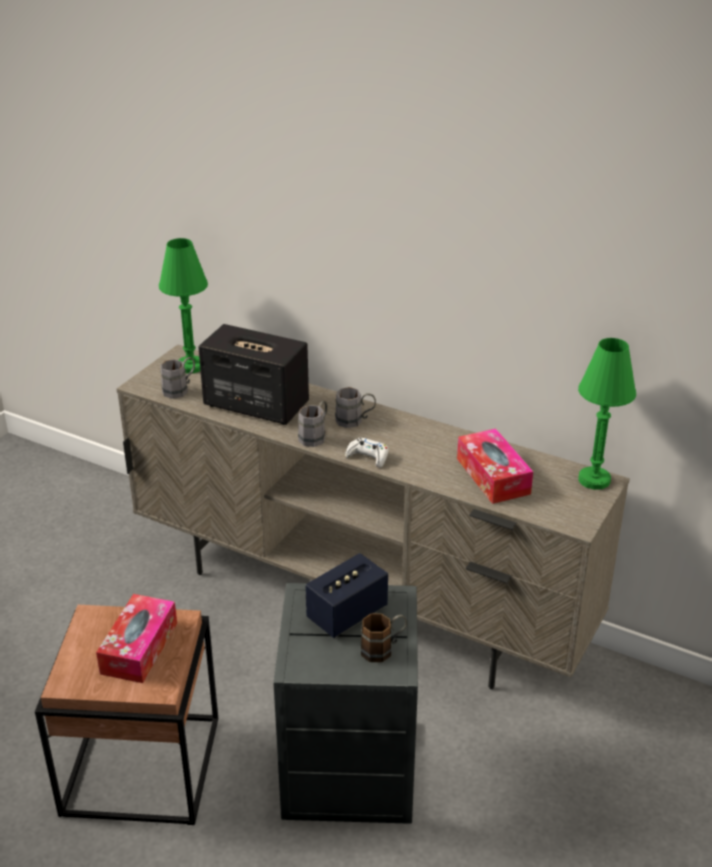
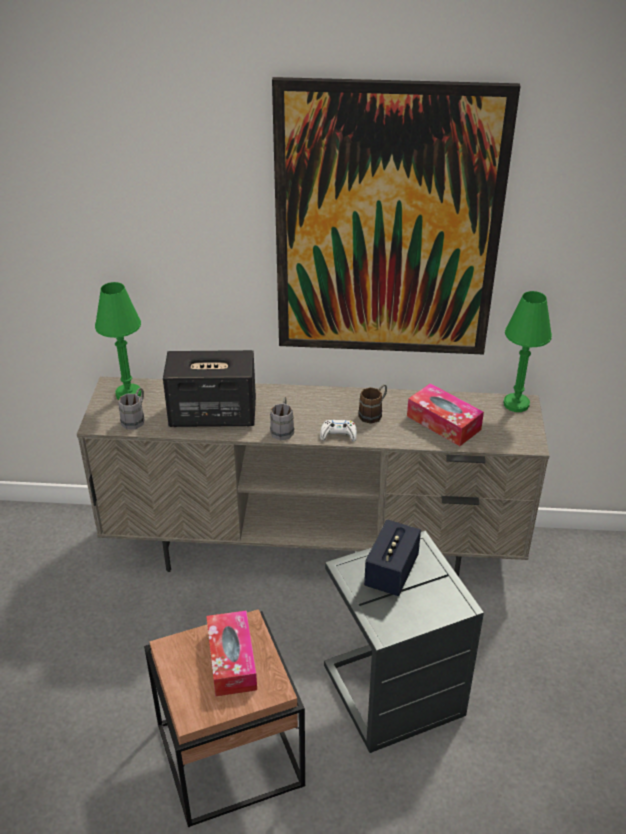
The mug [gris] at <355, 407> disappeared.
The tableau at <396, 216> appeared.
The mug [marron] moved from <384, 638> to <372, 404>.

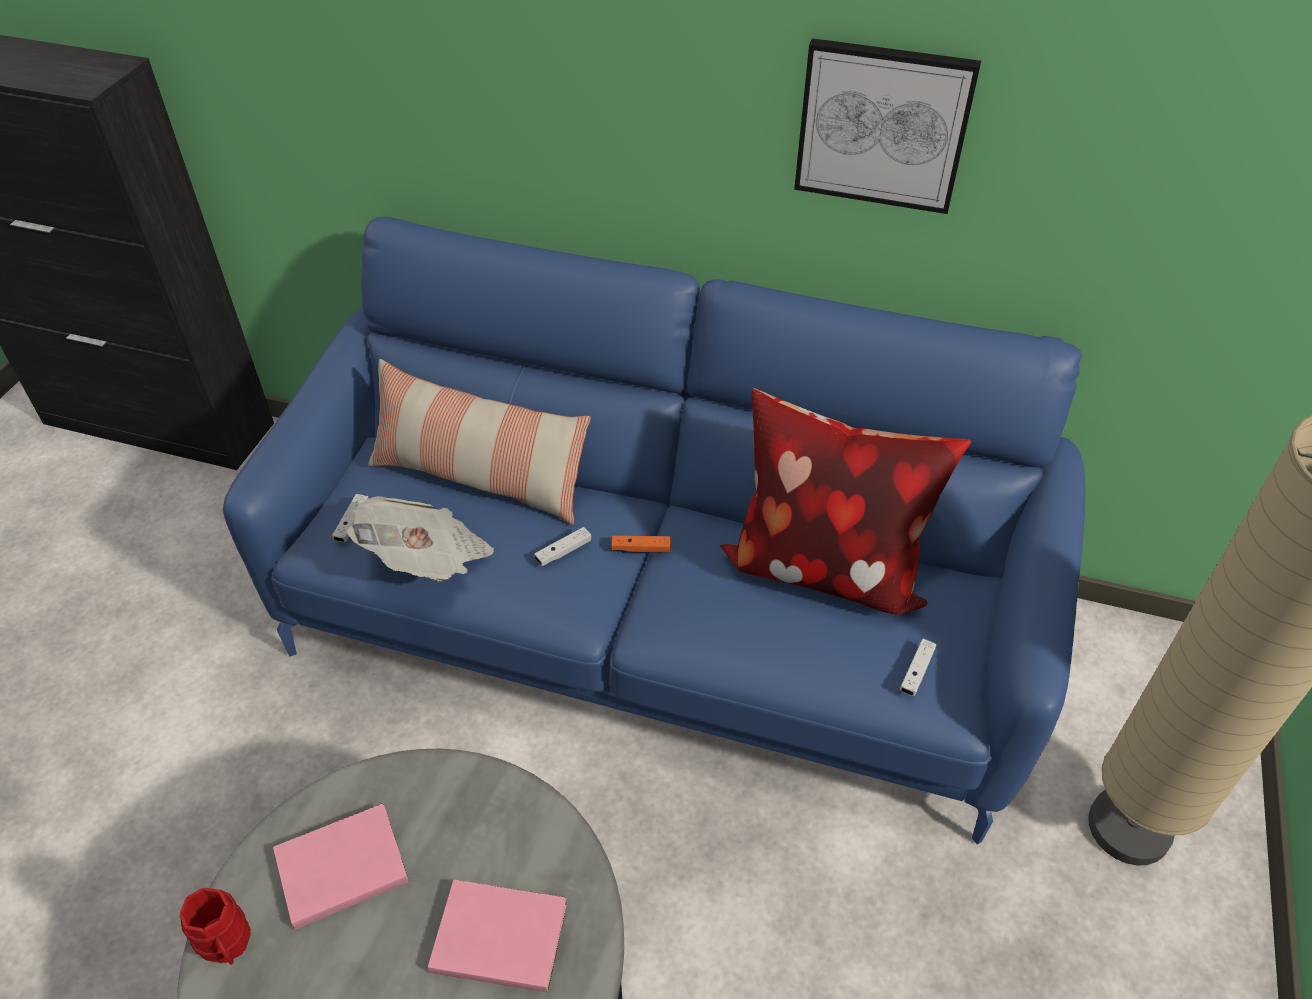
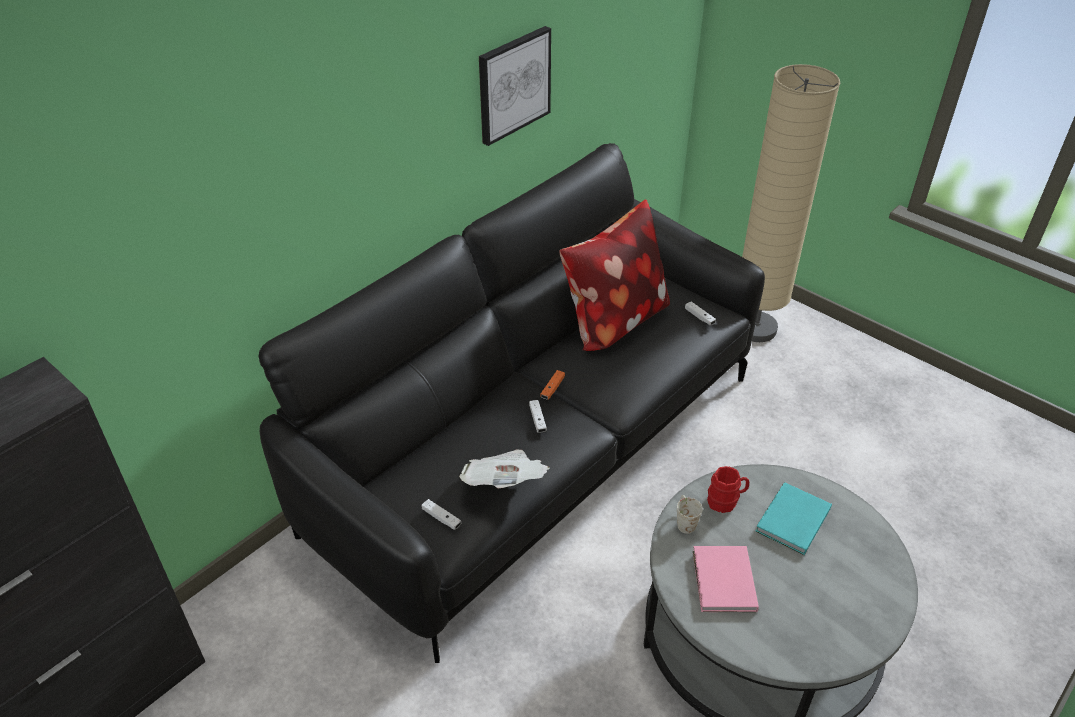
The coussin at <479, 442> disappeared.
The mug [blanc] at <690, 514> appeared.
The mug [rouge] moved from <215, 926> to <728, 489>.
The canapé [bleu] at <654, 531> became the canapé [noir] at <512, 403>.
The livre [rose] at <497, 936> became the livre [turquoise] at <794, 518>.

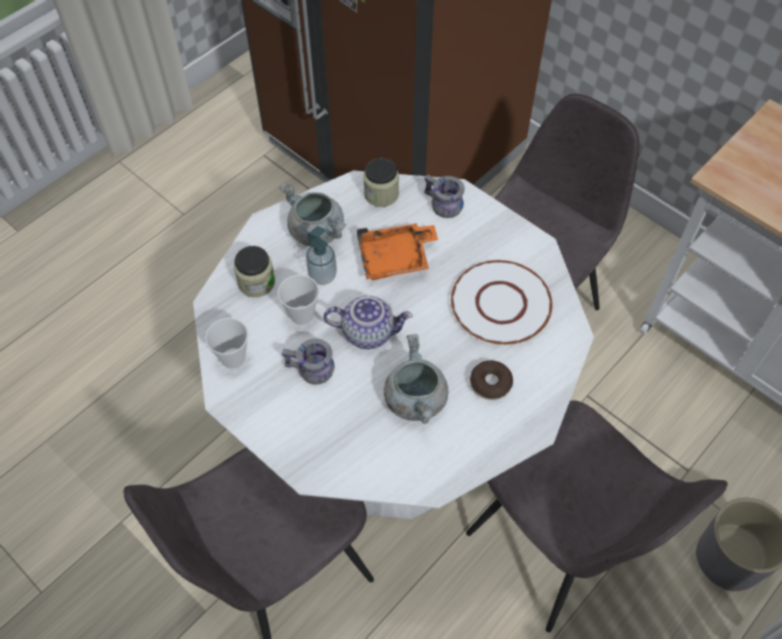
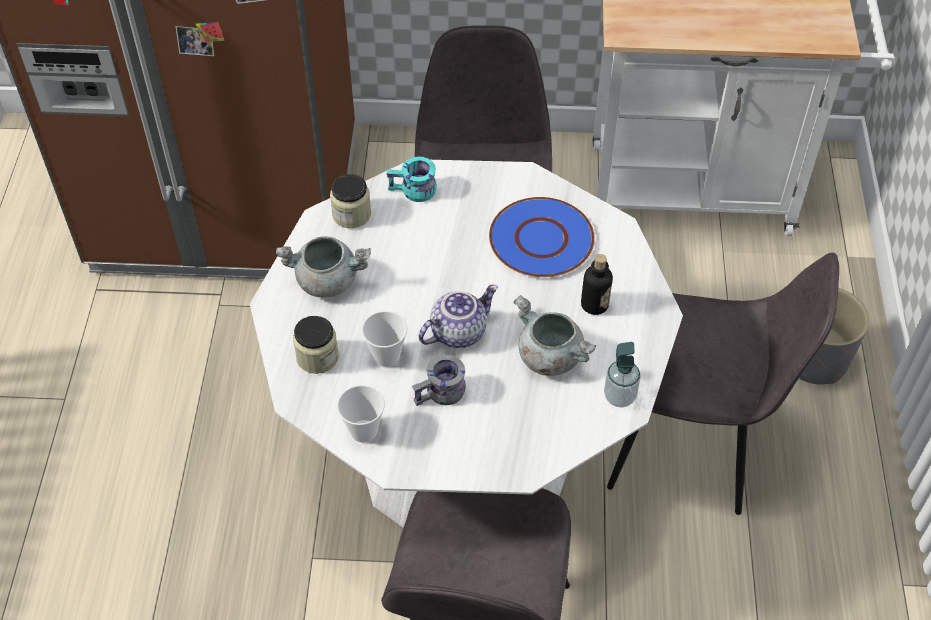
The plateau [orange] at <397, 251> disappeared.
The distributeur de savon moved from <321, 255> to <622, 374>.
The beignet at <491, 380> was replaced by the bouteille at <597, 284>.
The mug [gris] at <444, 196> became the mug [turquoise] at <411, 179>.
The assiette [blanc] at <501, 302> became the assiette [bleu] at <542, 237>.

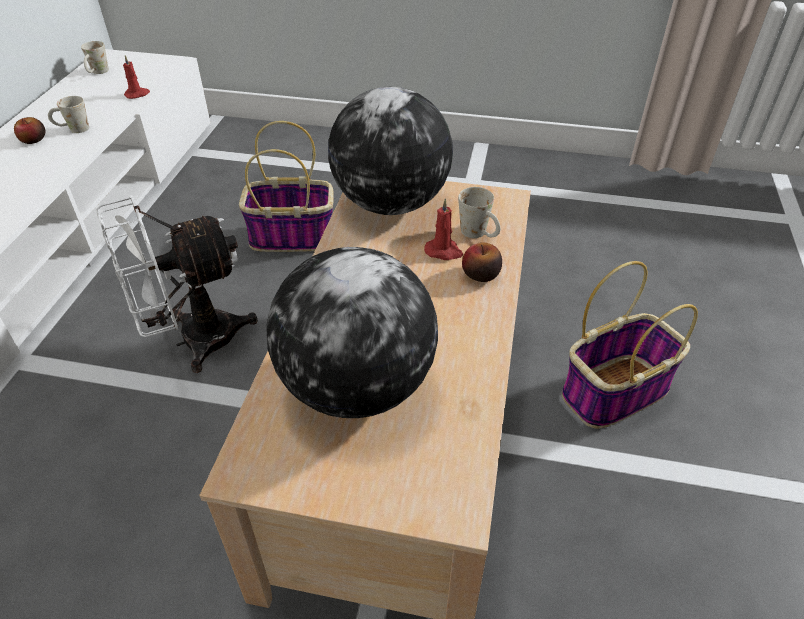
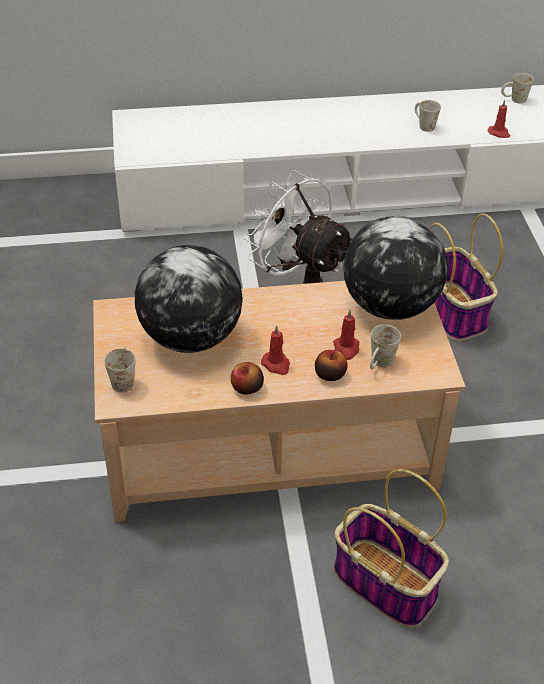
The mug [blanc] at <119, 370> appeared.
The bougie [rouge] at <275, 350> appeared.
The pomme moved from <30, 130> to <247, 378>.

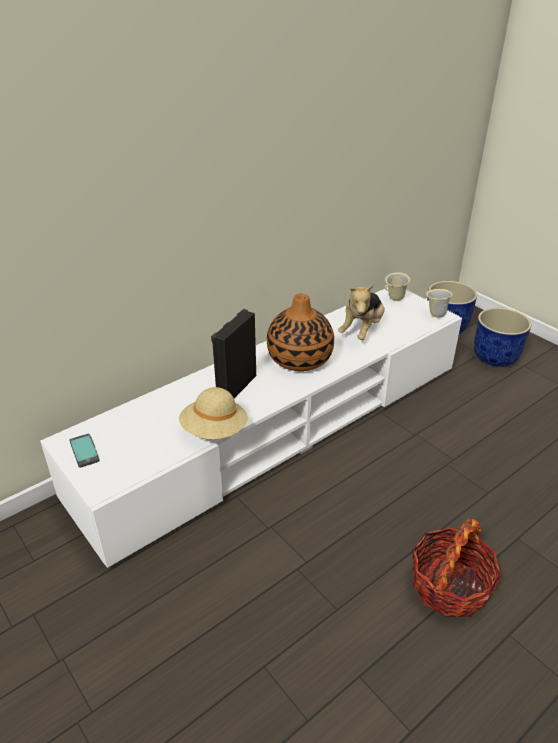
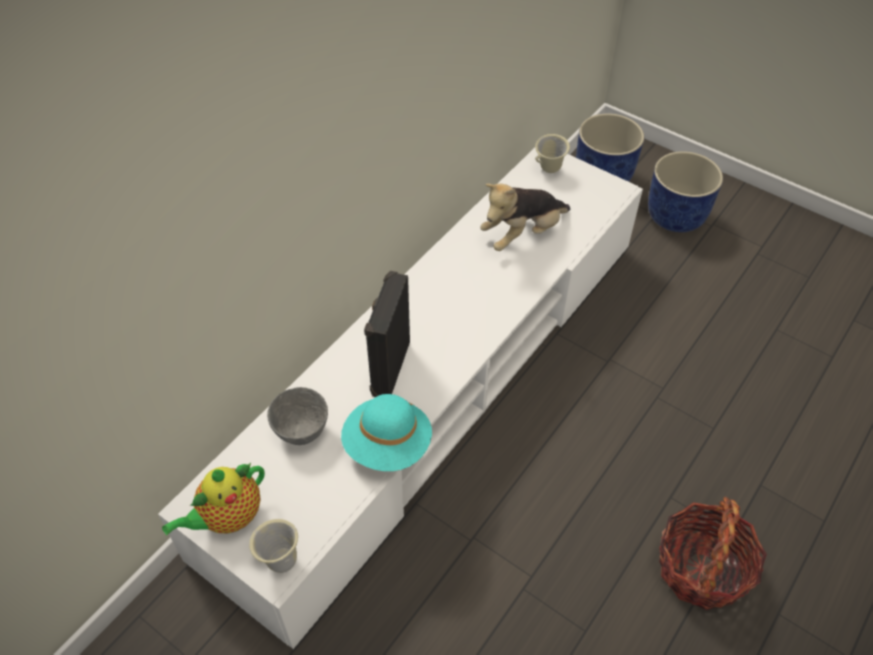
The vase at <300, 332> disappeared.
The bol [gris] at <297, 416> appeared.
The mug [beige] moved from <439, 303> to <273, 546>.
The téléphone at <84, 451> was replaced by the théière at <213, 499>.
The chapeau [beige] at <213, 413> became the chapeau [turquoise] at <386, 432>.
The peluche at <361, 312> turned 45 degrees clockwise.

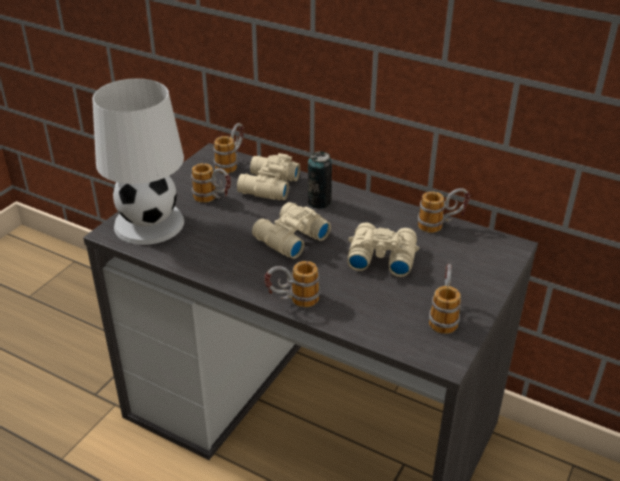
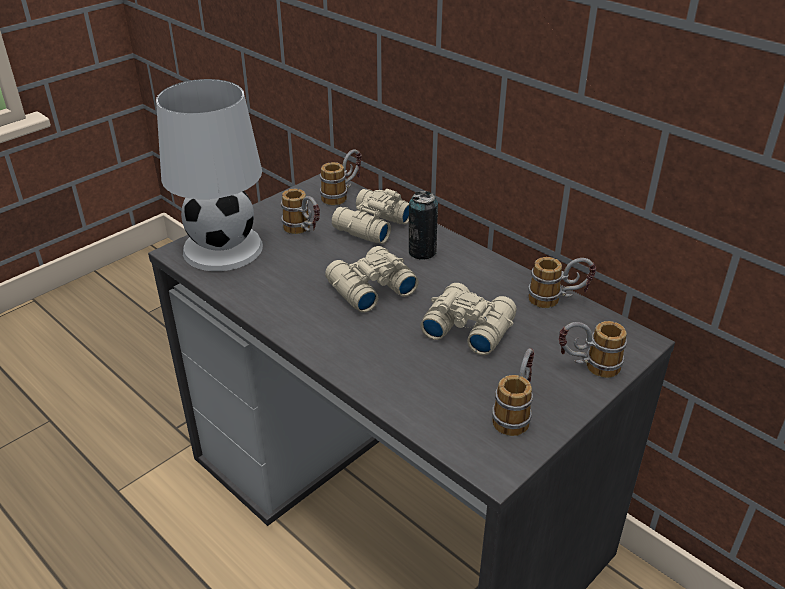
The mug moved from <292, 284> to <593, 349>.

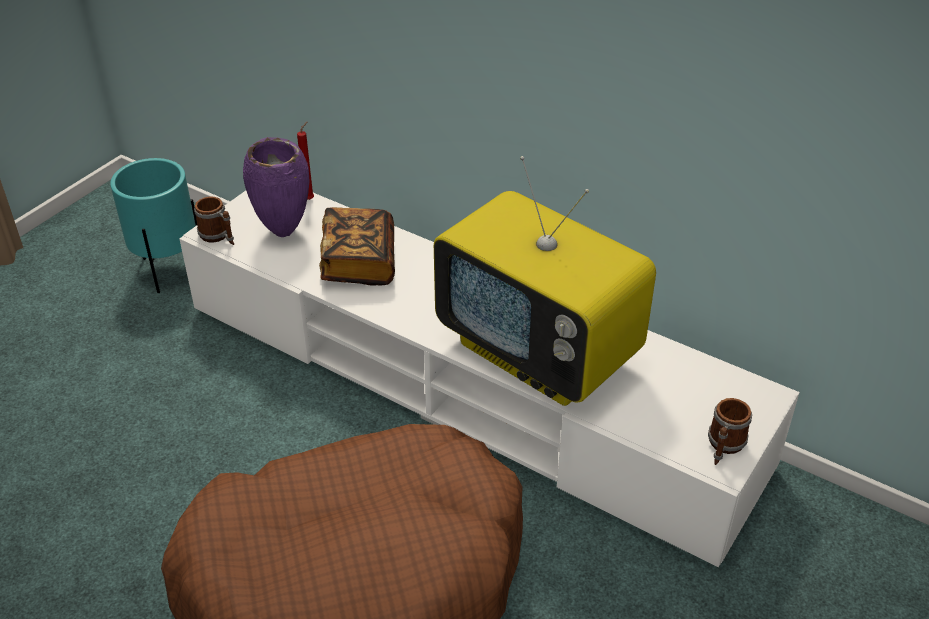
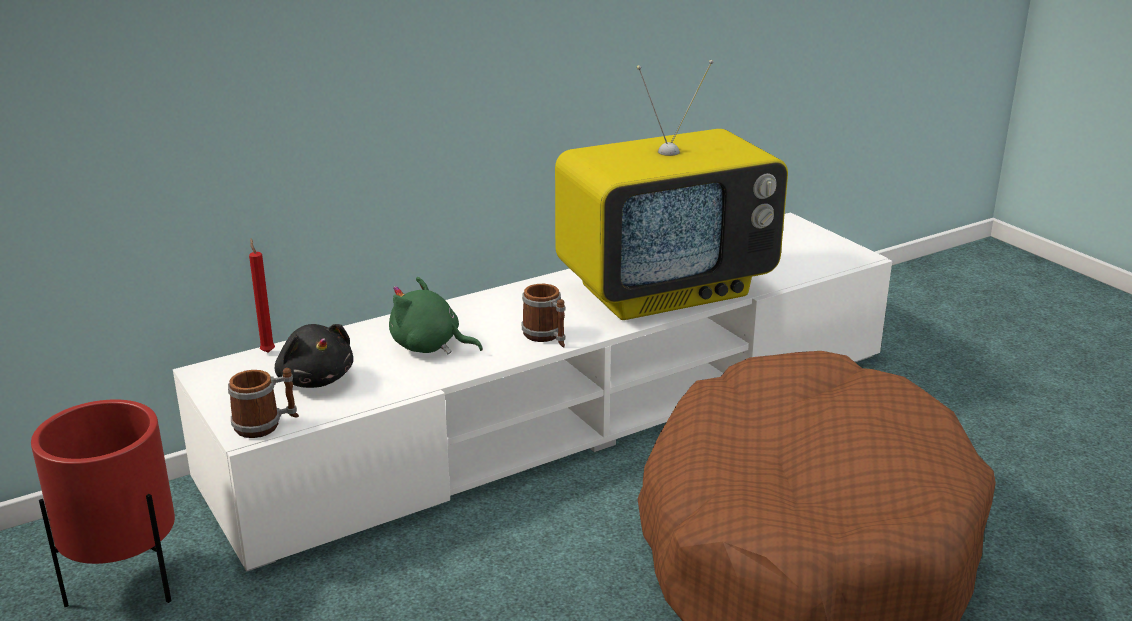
The mug moved from <730, 431> to <543, 315>.
The vase [violet] at <276, 187> was replaced by the peluche [noir] at <314, 356>.
The livre at <357, 246> was replaced by the peluche [vert] at <436, 315>.
The cache-pot [turquoise] at <153, 225> became the cache-pot [rouge] at <103, 503>.

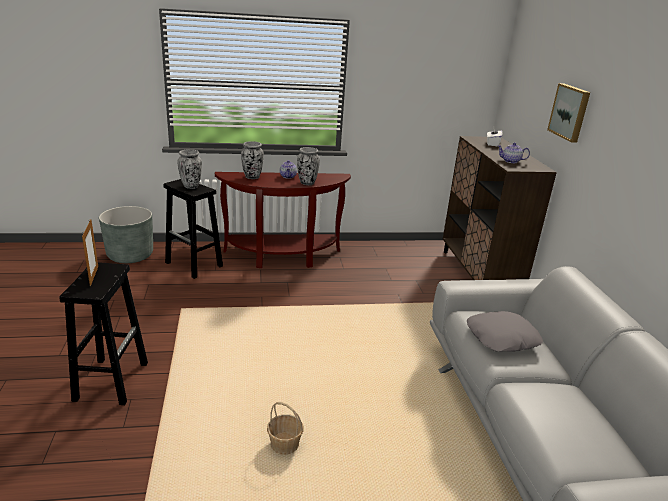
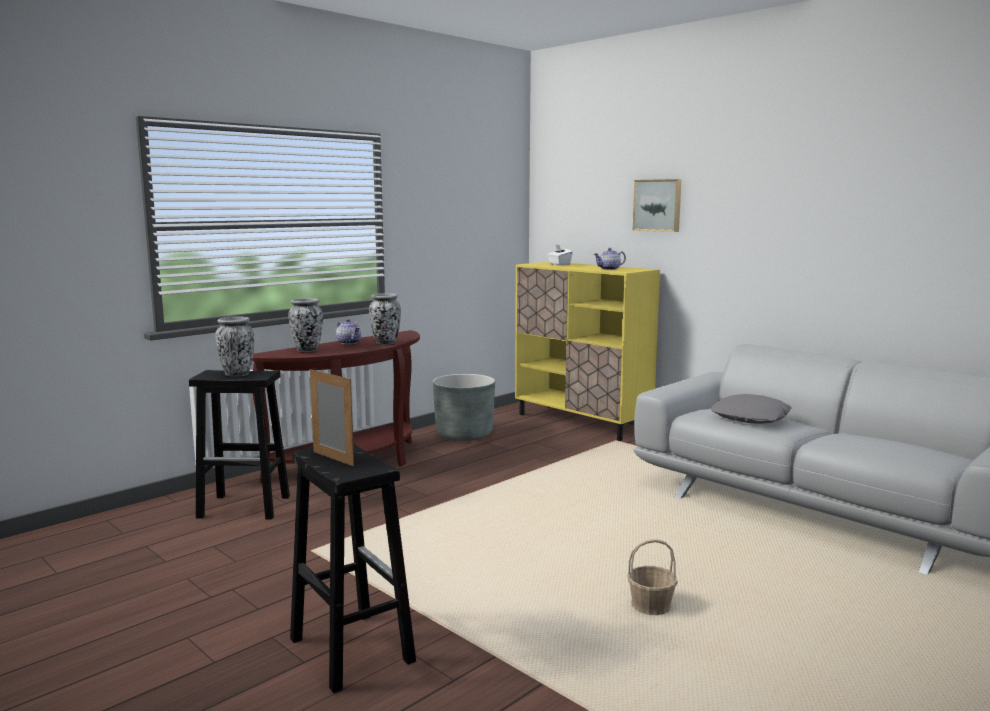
The cache-pot [gris] moved from <126, 234> to <464, 407>.
The meuble de rangement [marron] at <500, 208> became the meuble de rangement [jaune] at <587, 351>.

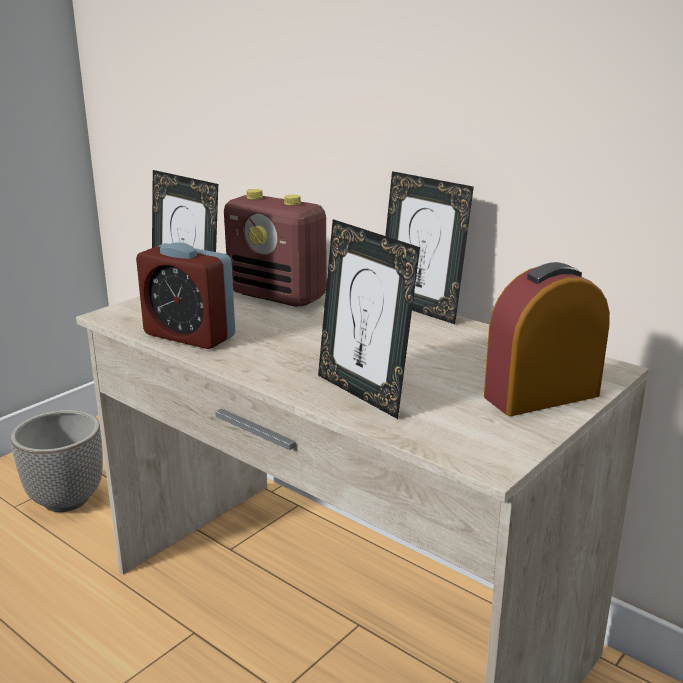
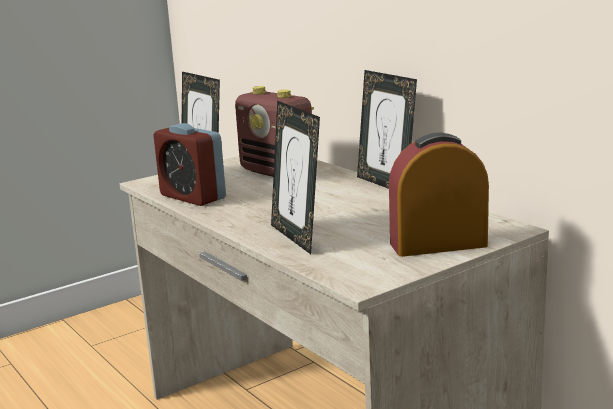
The cache-pot at <56, 461> disappeared.

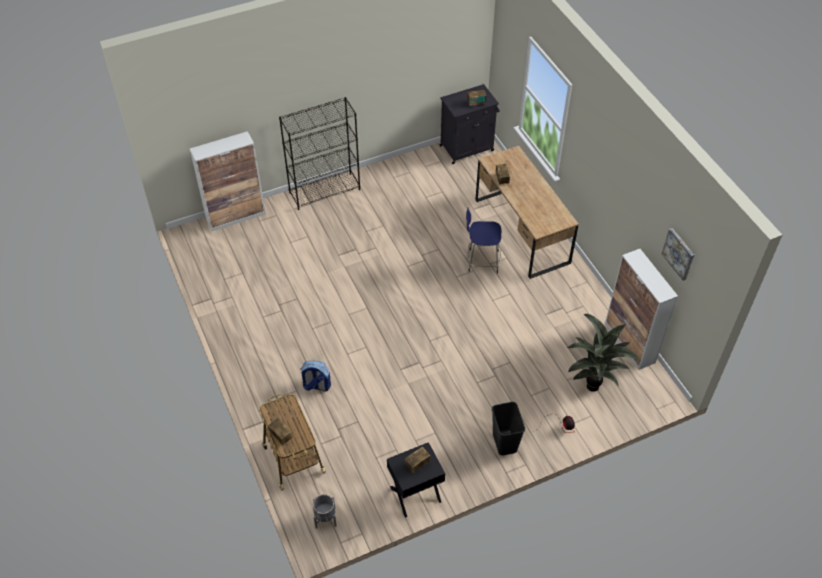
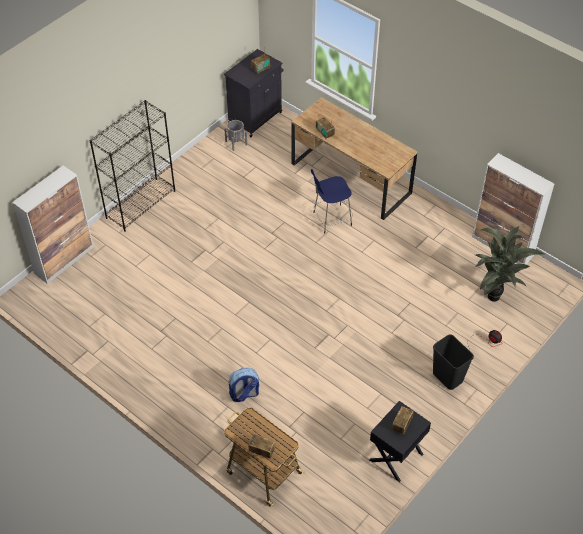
The tableau at <678, 254> disappeared.
The cache-pot [gris] moved from <325, 511> to <235, 135>.

